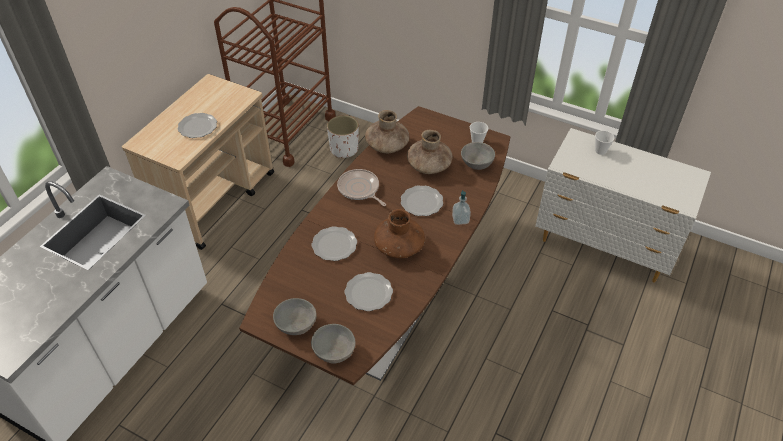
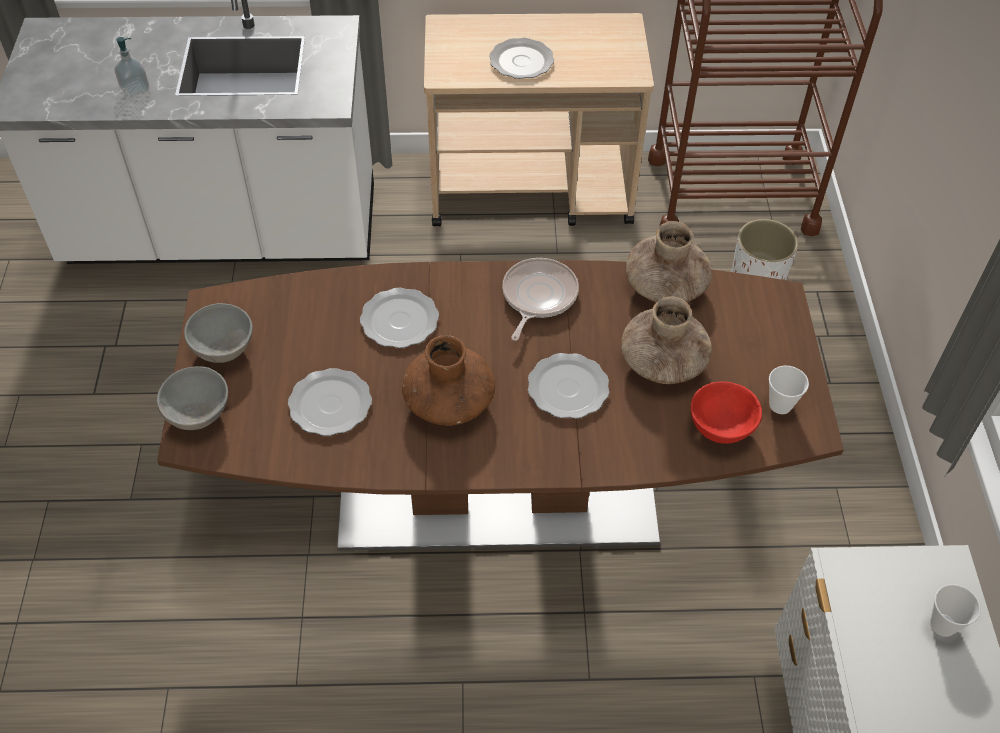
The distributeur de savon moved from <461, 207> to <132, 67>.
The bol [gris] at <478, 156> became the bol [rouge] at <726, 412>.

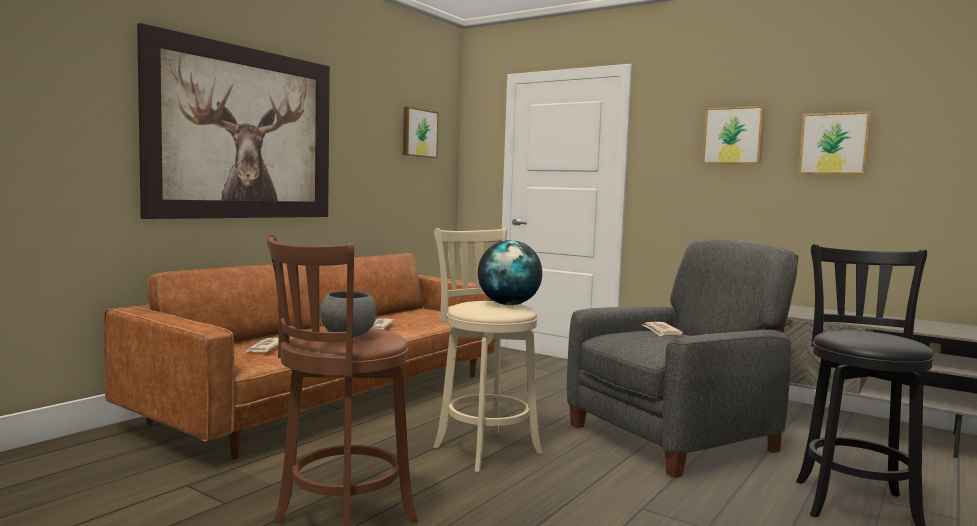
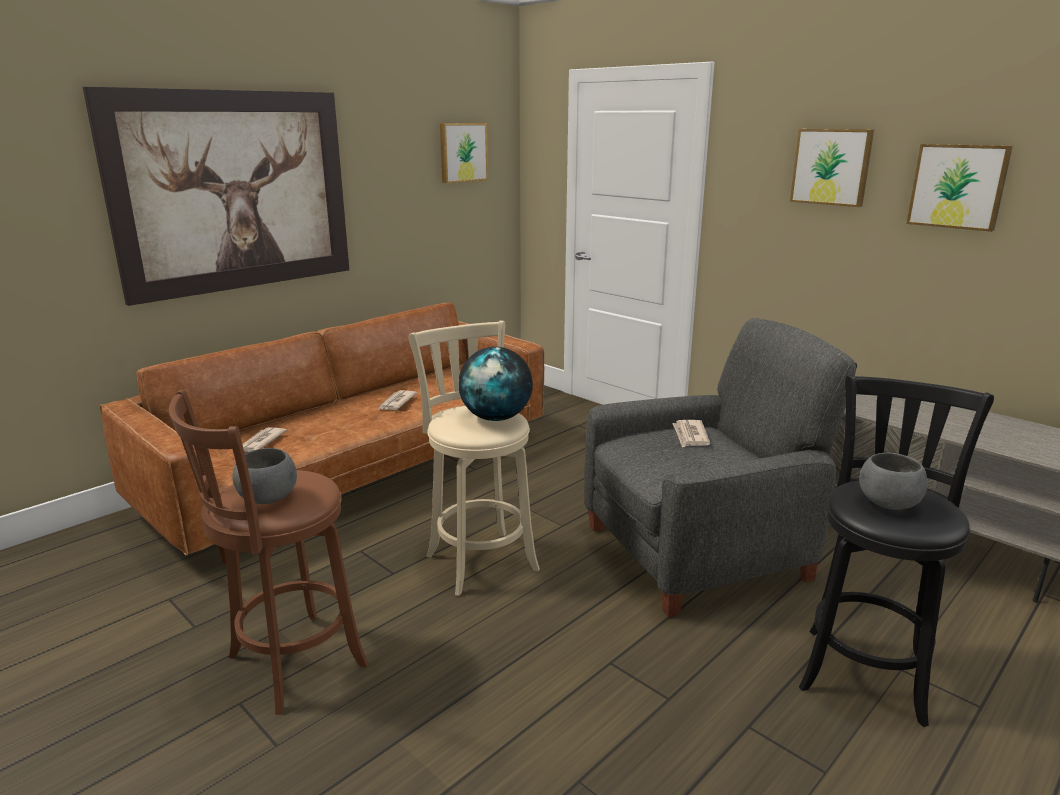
The bol [gris] at <893, 481> appeared.

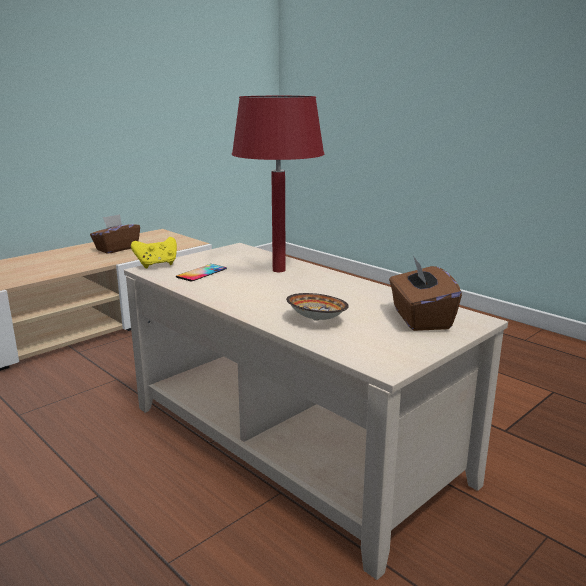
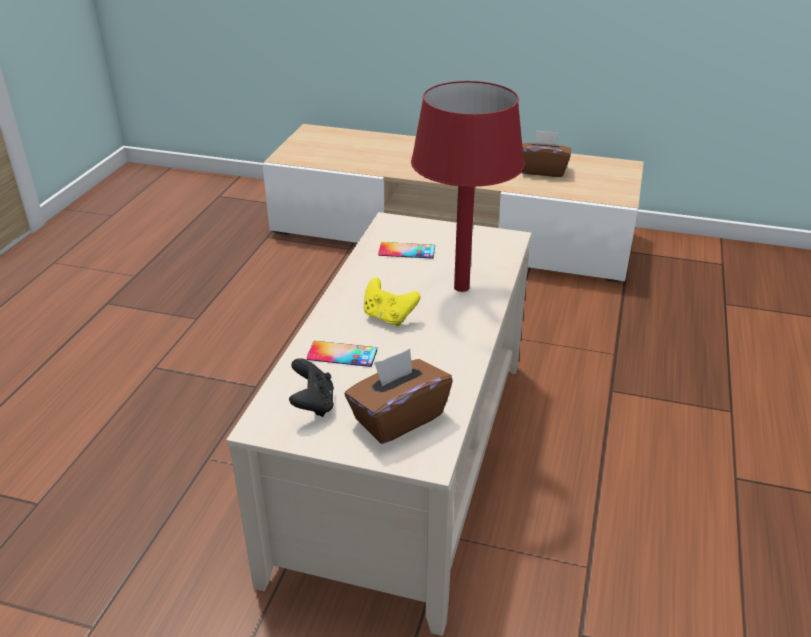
The manette [noir] at <311, 387> appeared.
The manette [jaune] moved from <154, 252> to <392, 302>.
The bol at <317, 307> was replaced by the téléphone at <342, 354>.

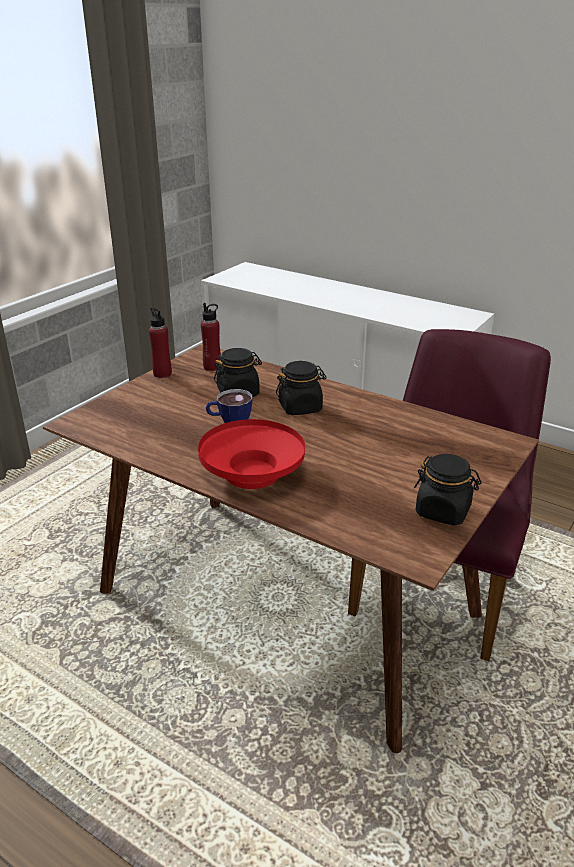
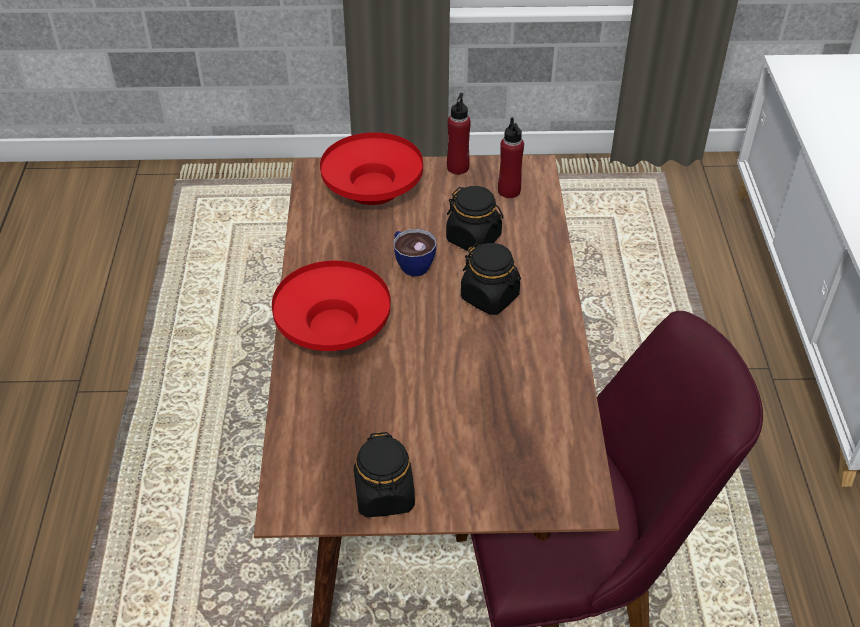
The bol [rouge] at <371, 168> appeared.

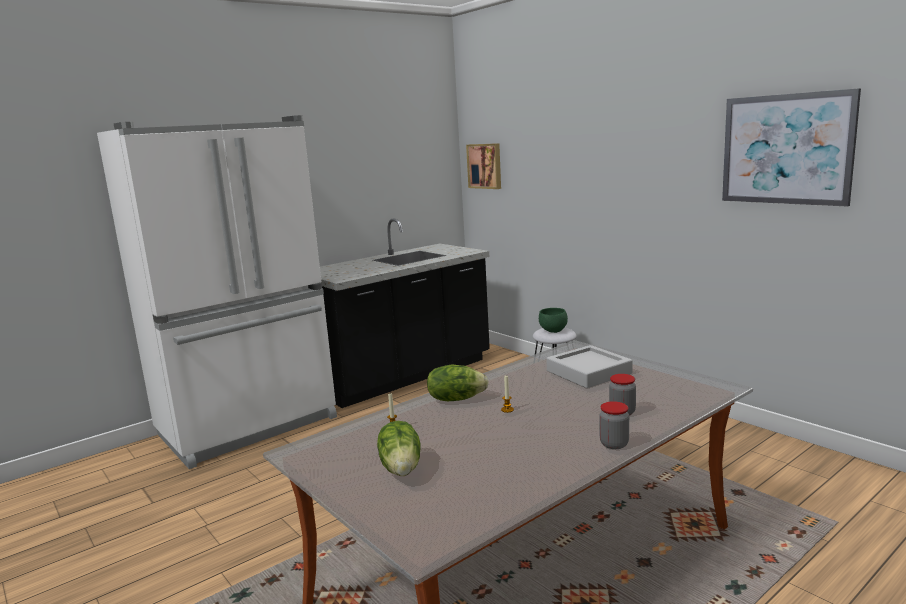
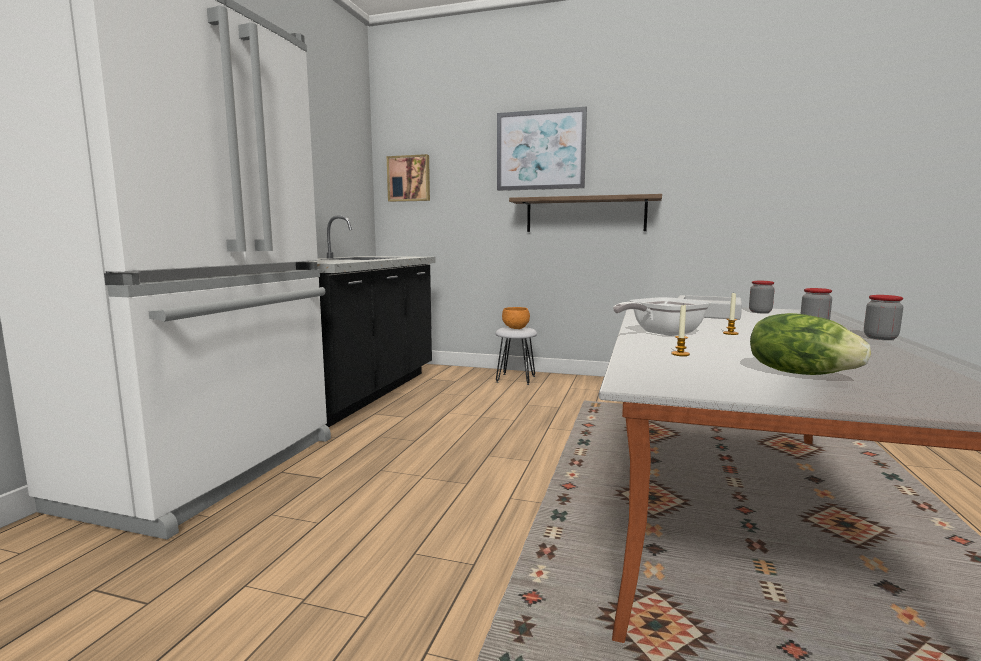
The étagère at <585, 213> appeared.
The bocal at <762, 297> appeared.
The tableau moved from <791, 147> to <542, 149>.
The laitue at <458, 382> was replaced by the poêle at <662, 316>.
The bol [vert] at <553, 320> became the bol [orange] at <516, 318>.

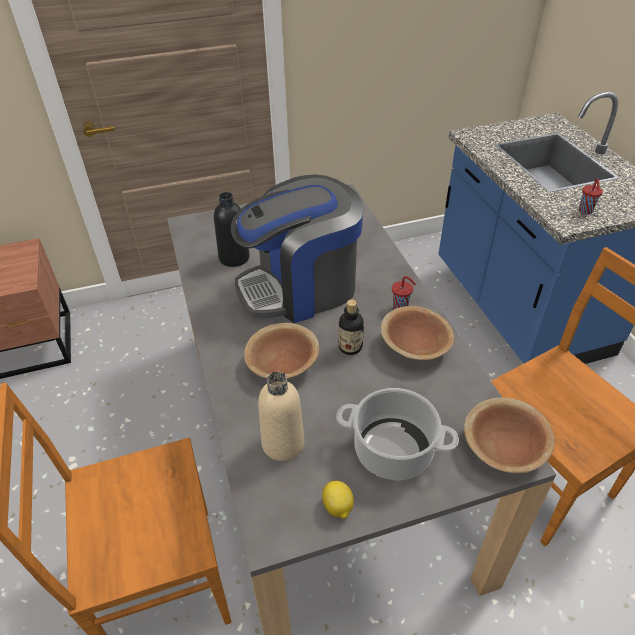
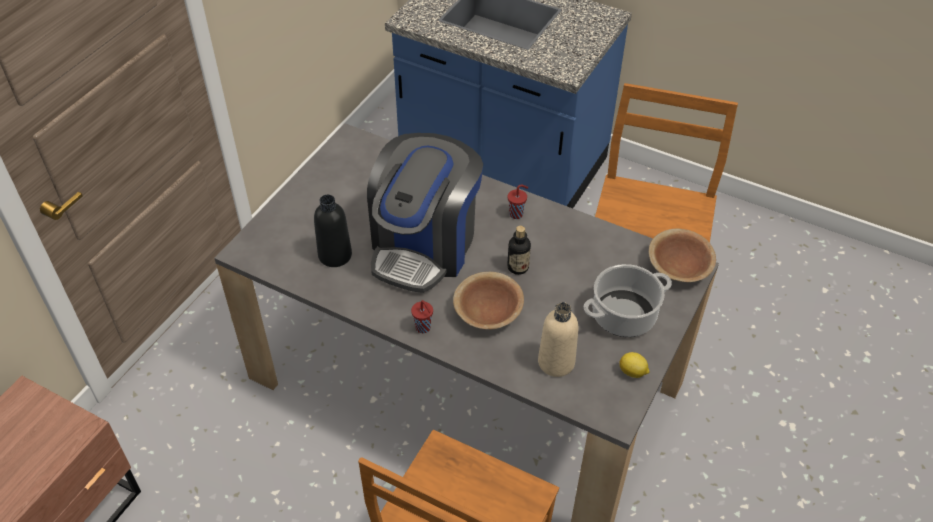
The bol [marron] at <417, 333> disappeared.
The tasse [rouge] moved from <591, 196> to <422, 316>.

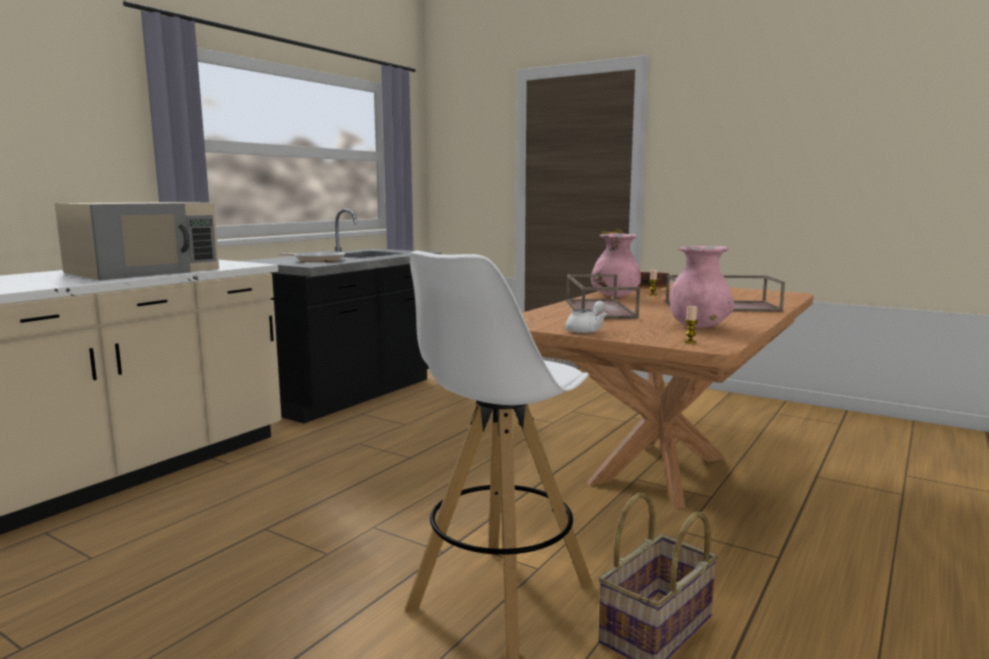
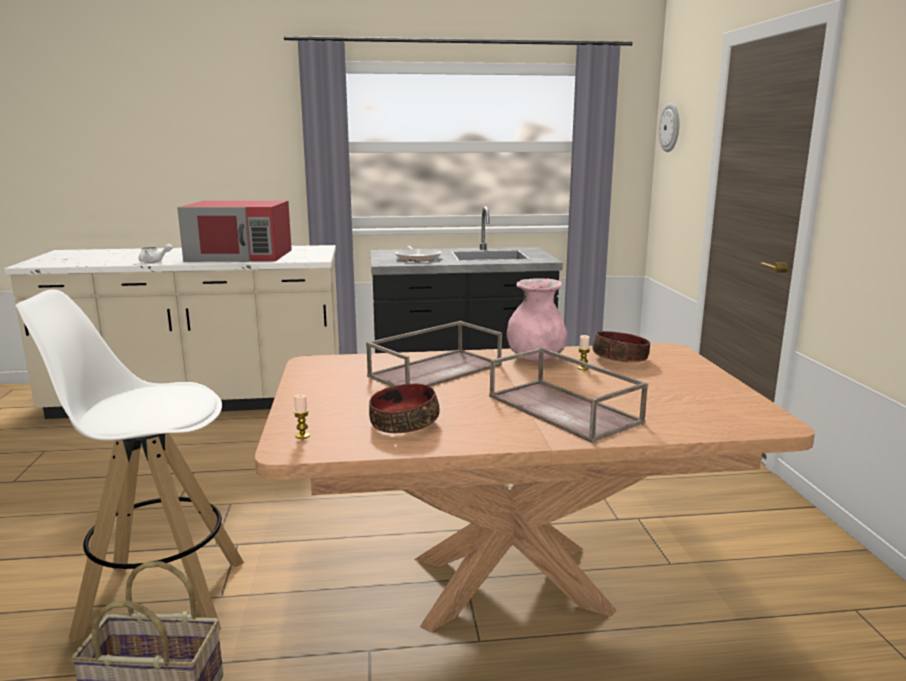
The horloge murale at <669, 127> appeared.
The théière [blanc] moved from <586, 317> to <155, 253>.
The vase [rose] at <702, 286> was replaced by the bol at <404, 408>.
The micro-ondes [beige] at <137, 241> became the micro-ondes [rouge] at <234, 231>.

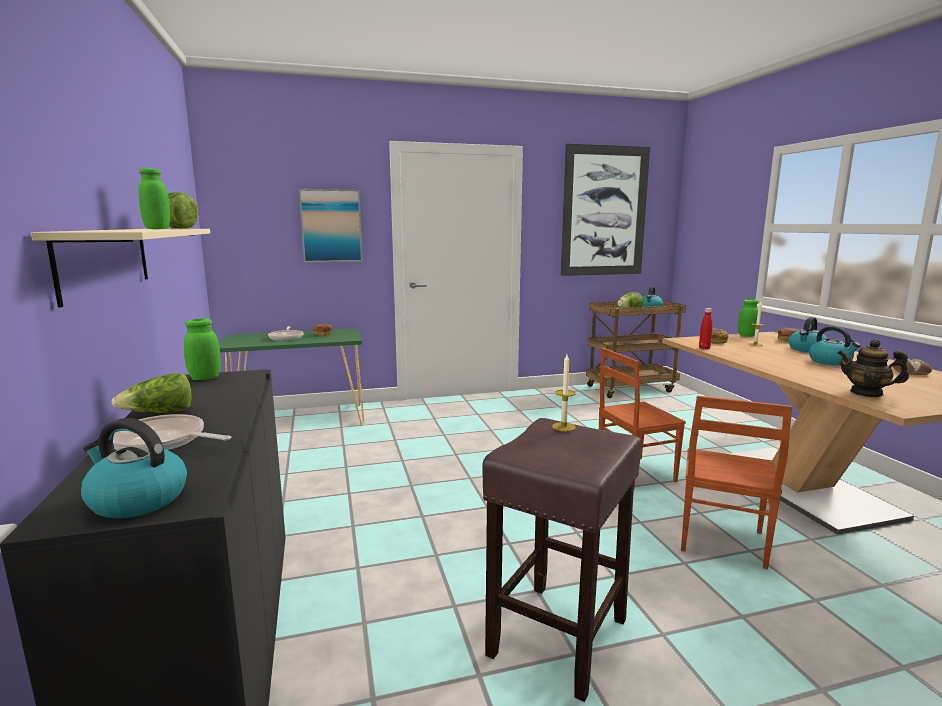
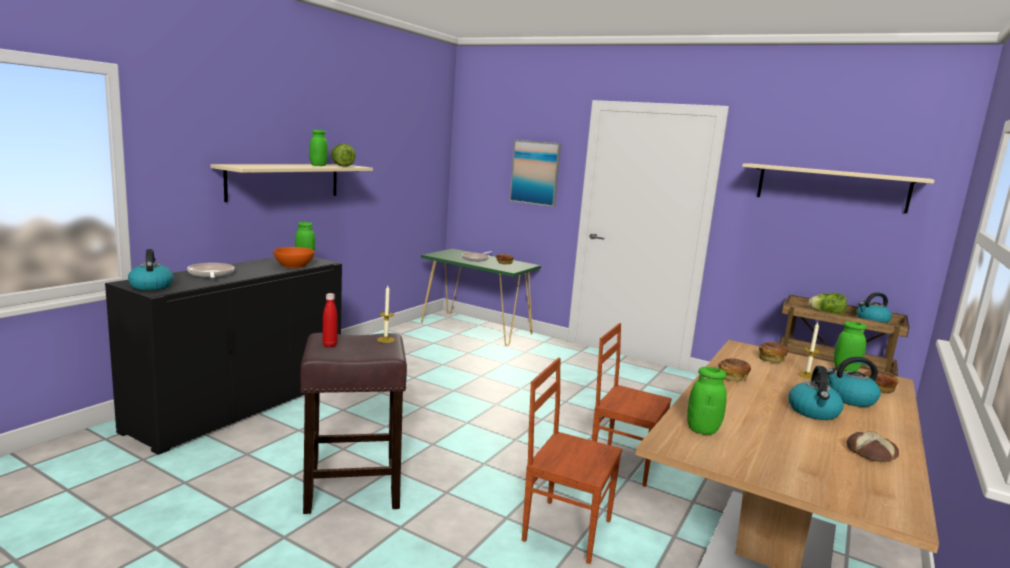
The laitue at <151, 393> disappeared.
The bol [orange] at <294, 257> appeared.
The pain at <734, 370> appeared.
The bouteille [rouge] moved from <706, 328> to <330, 320>.
The tableau at <605, 210> was replaced by the étagère [beige] at <838, 188>.
The théière at <873, 368> was replaced by the bocal [vert] at <707, 401>.
The chaise [marron] at <736, 482> turned 45 degrees clockwise.

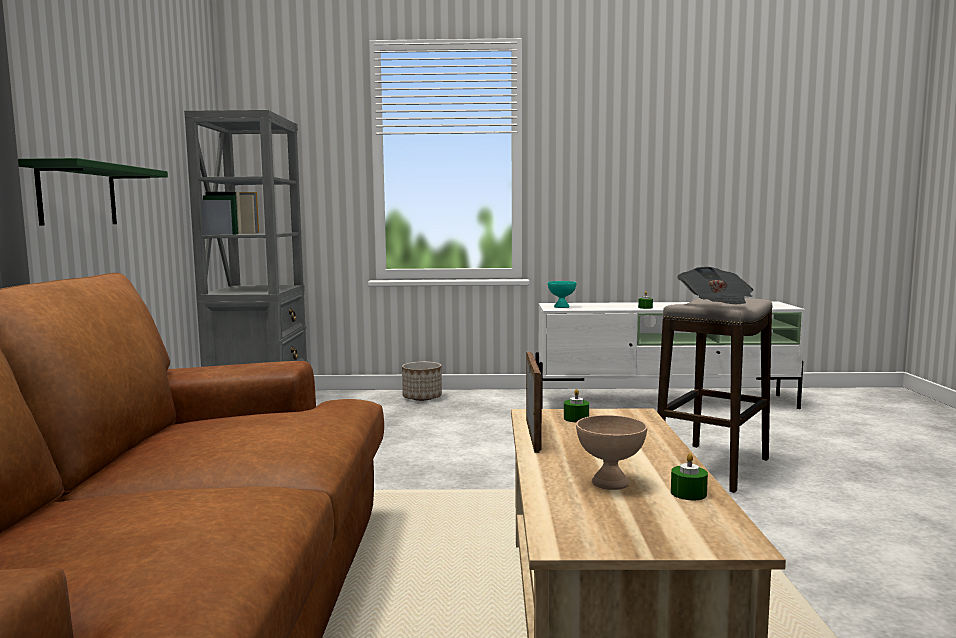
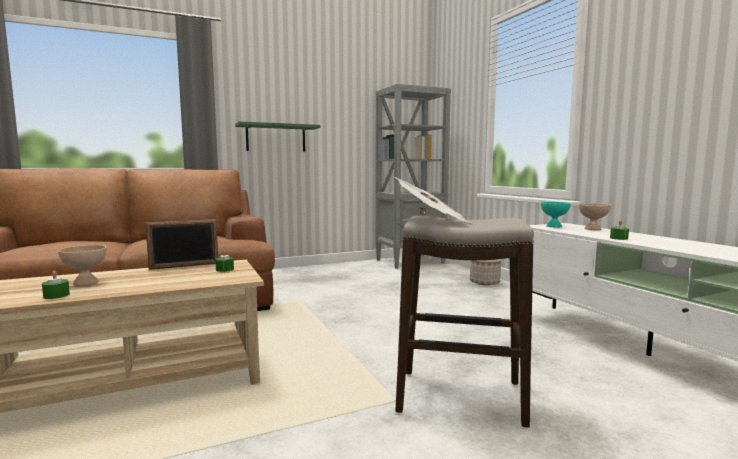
The bol [beige] at <595, 216> appeared.

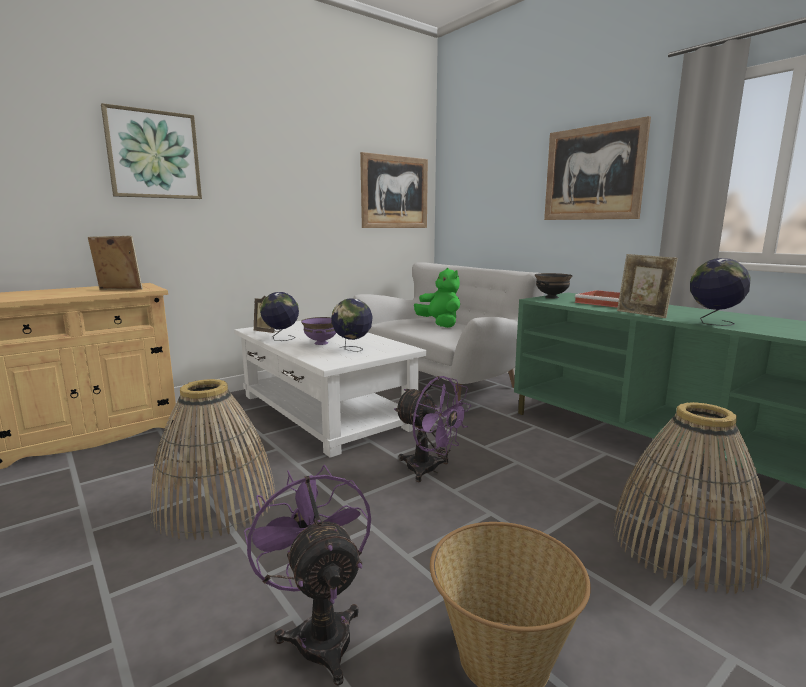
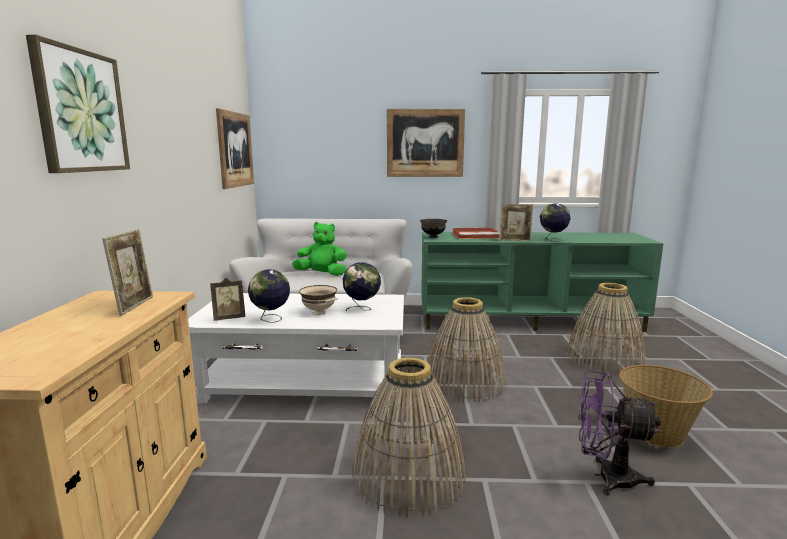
The ventilateur [violet] at <432, 429> was replaced by the panier at <466, 349>.
The bol [violet] at <318, 331> became the bol [beige] at <318, 300>.
The cadre photo at <115, 263> turned 135 degrees clockwise.

